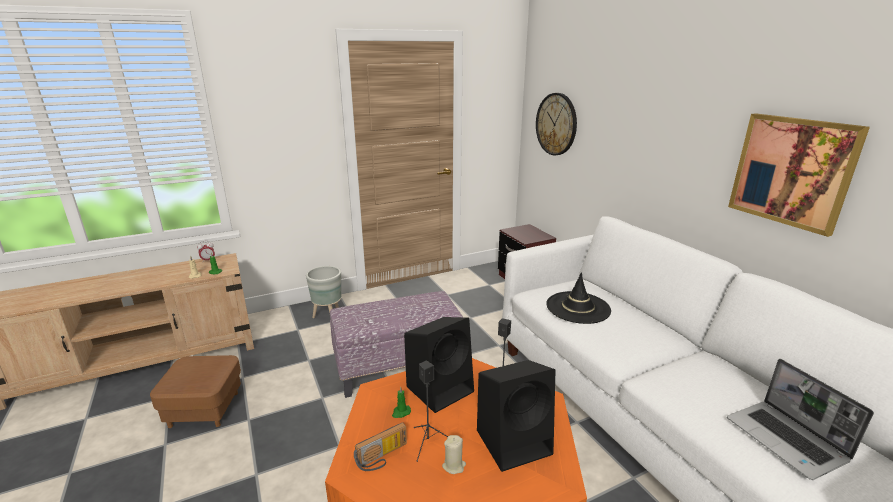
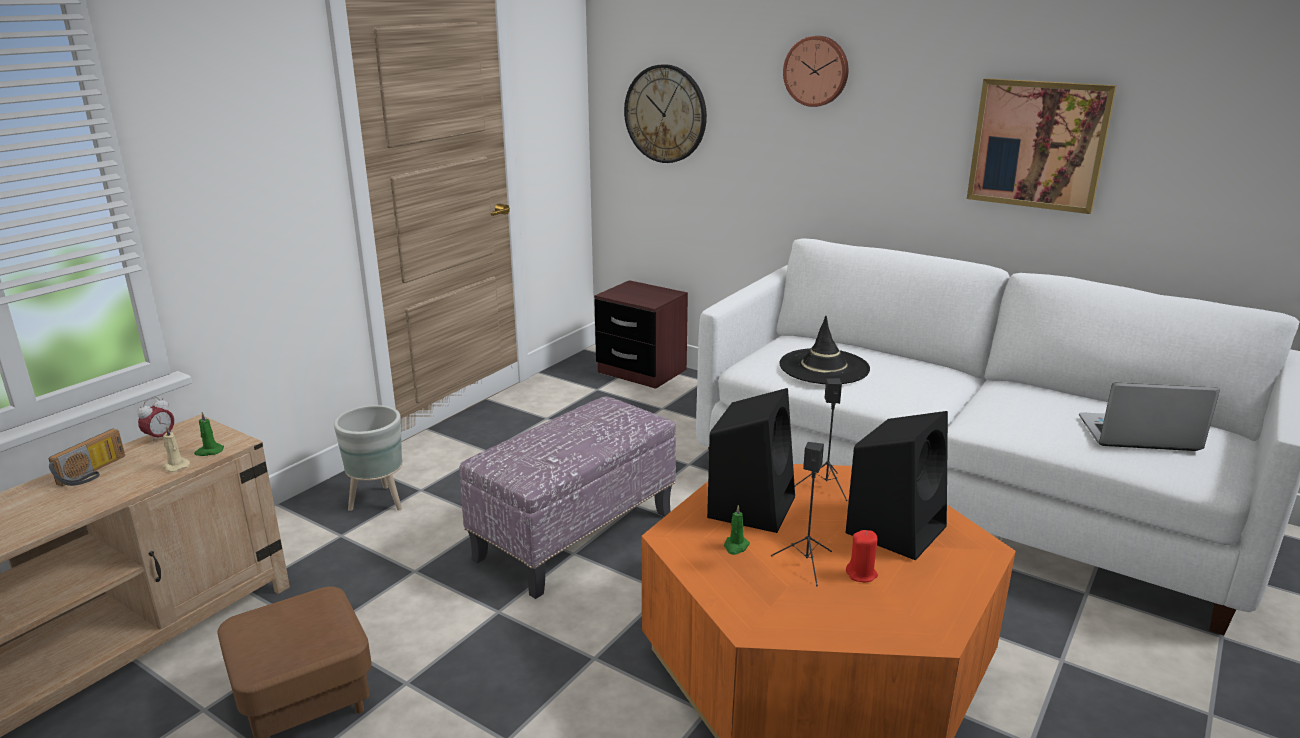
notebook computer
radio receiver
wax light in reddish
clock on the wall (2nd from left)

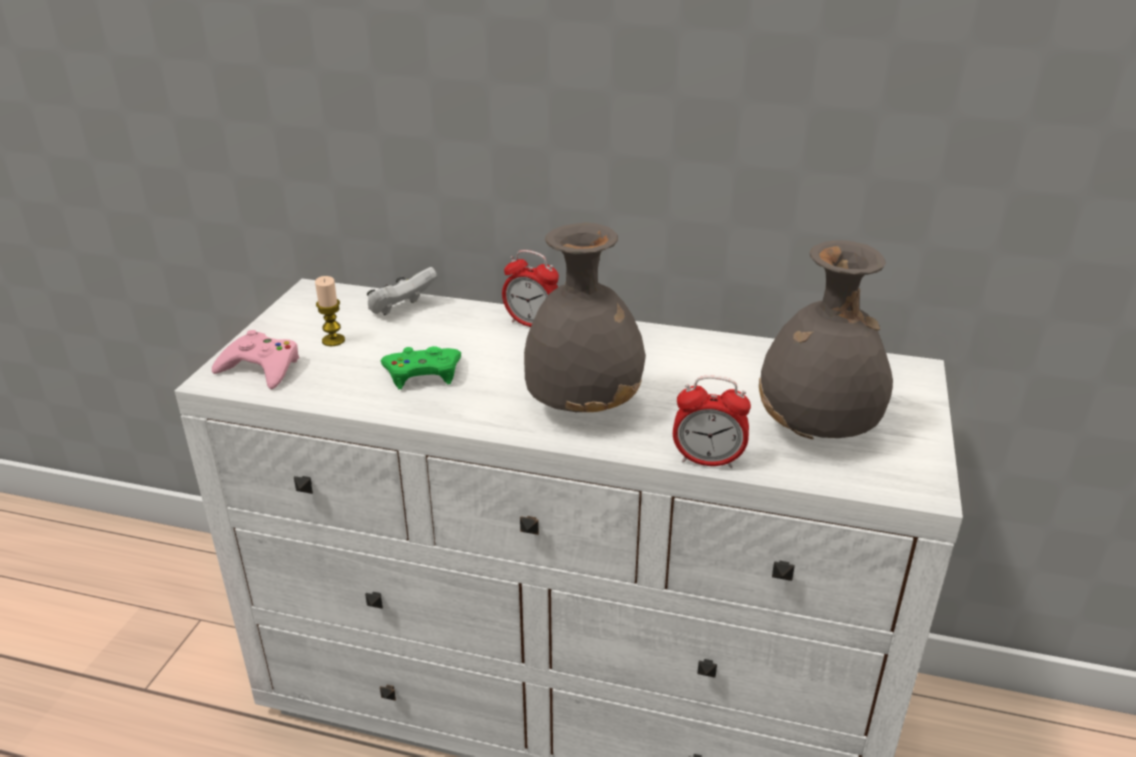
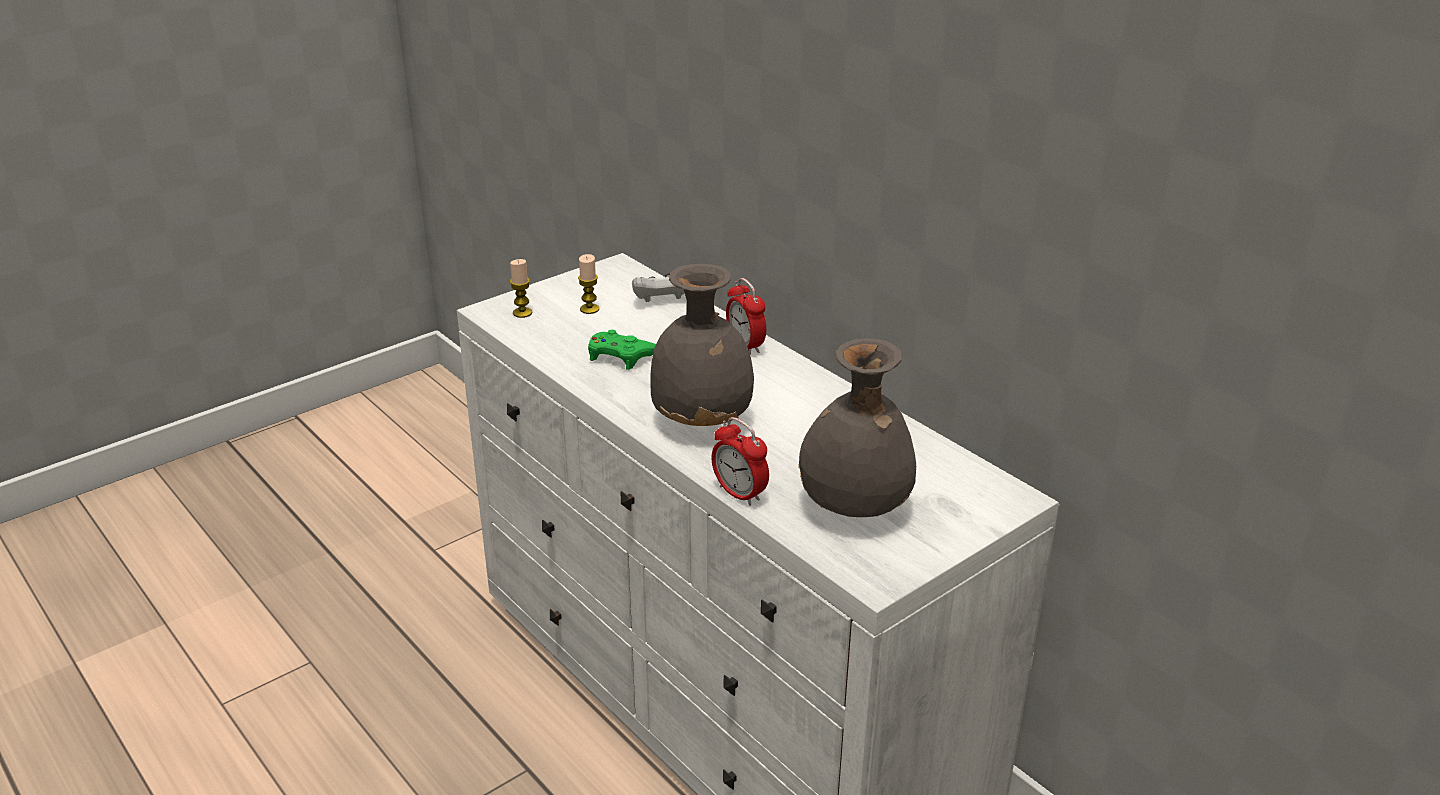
wax light (1st from left)

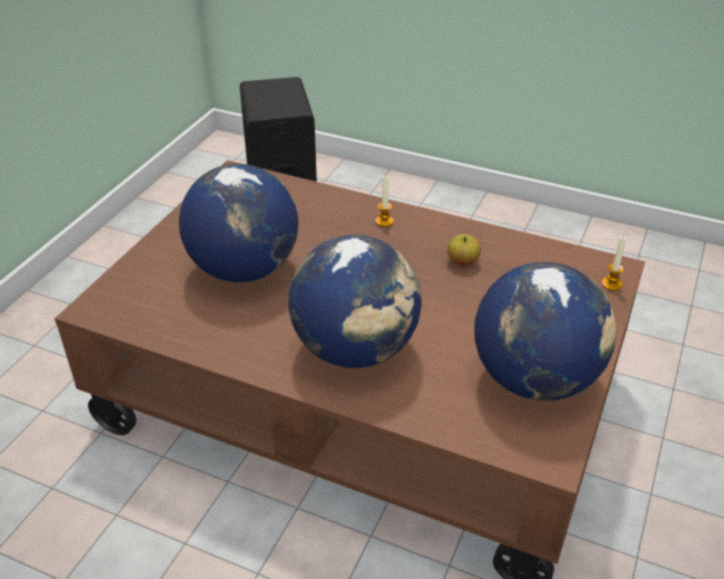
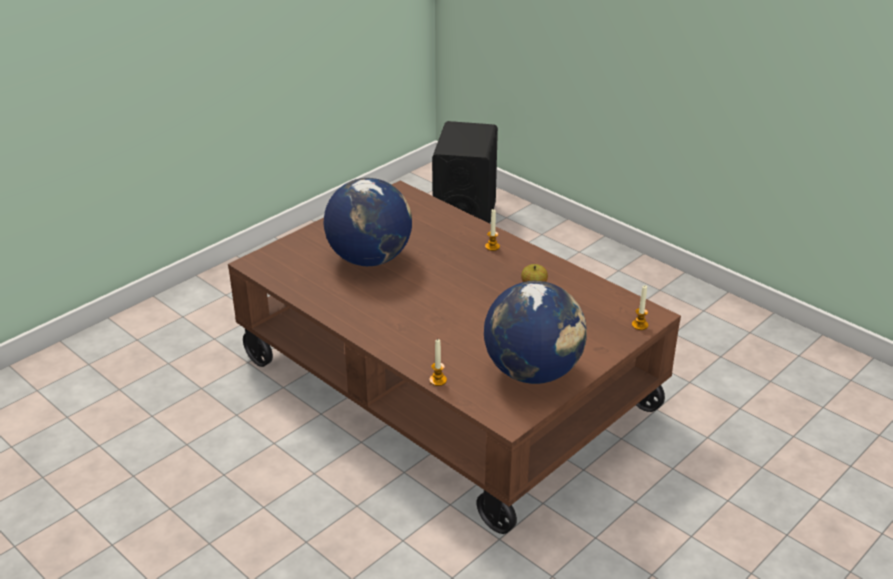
desk globe (2nd from left in the first image)
wax light (1st from left)

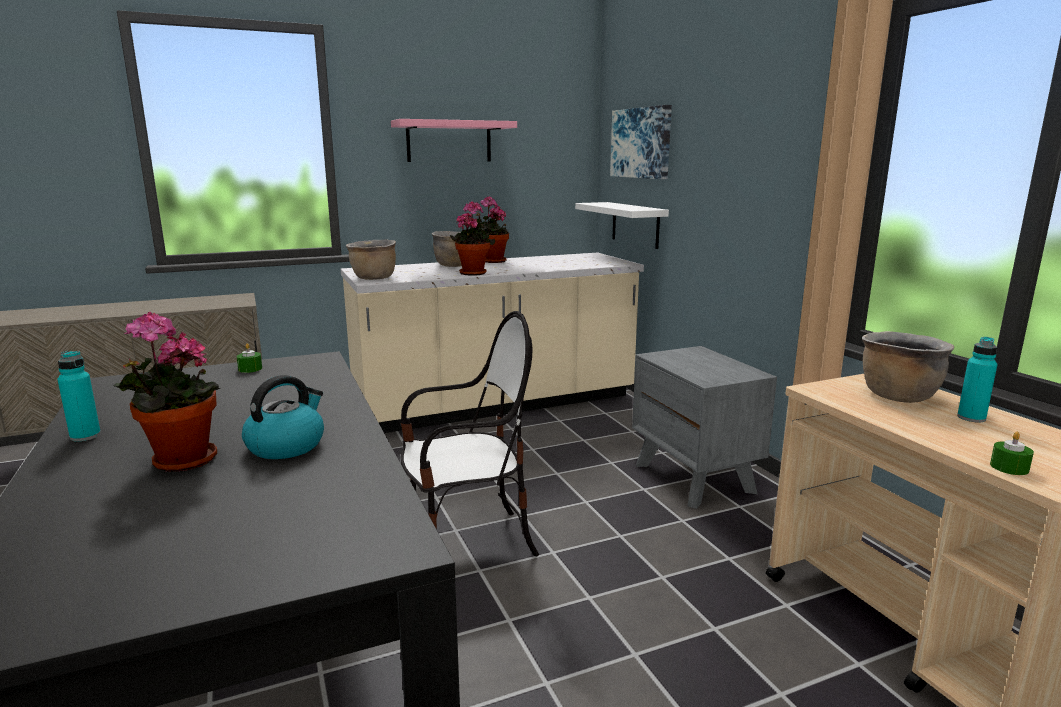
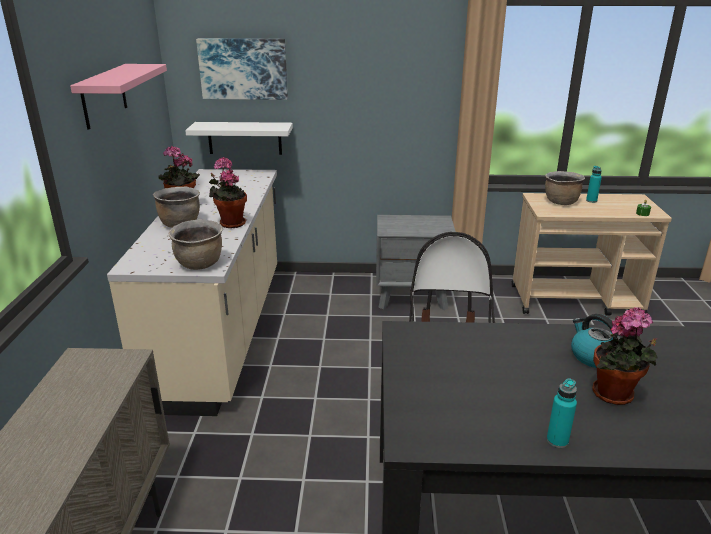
wax light in greenish (1st from left in the first image)

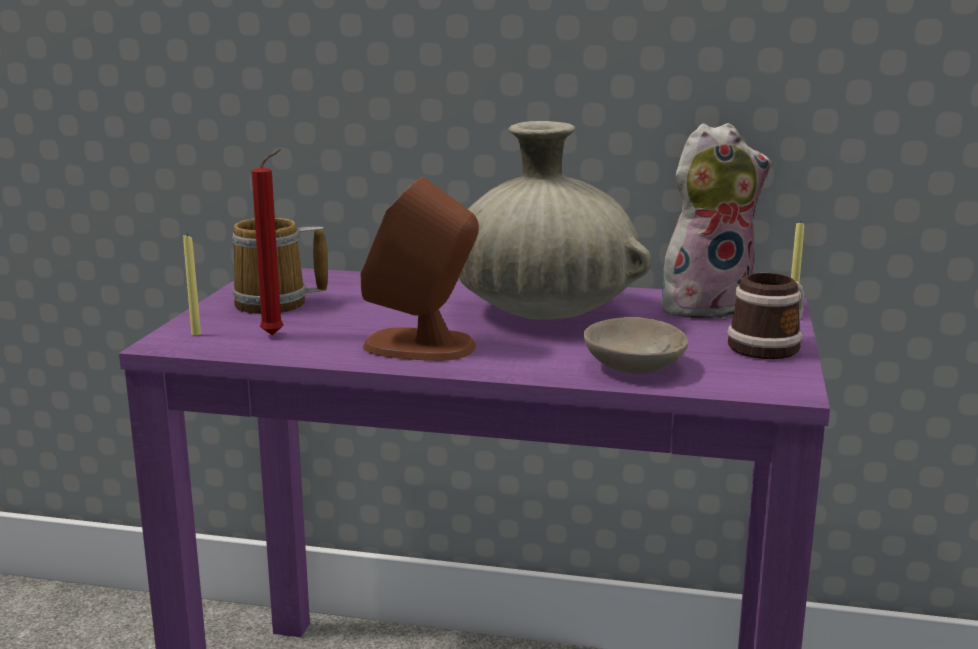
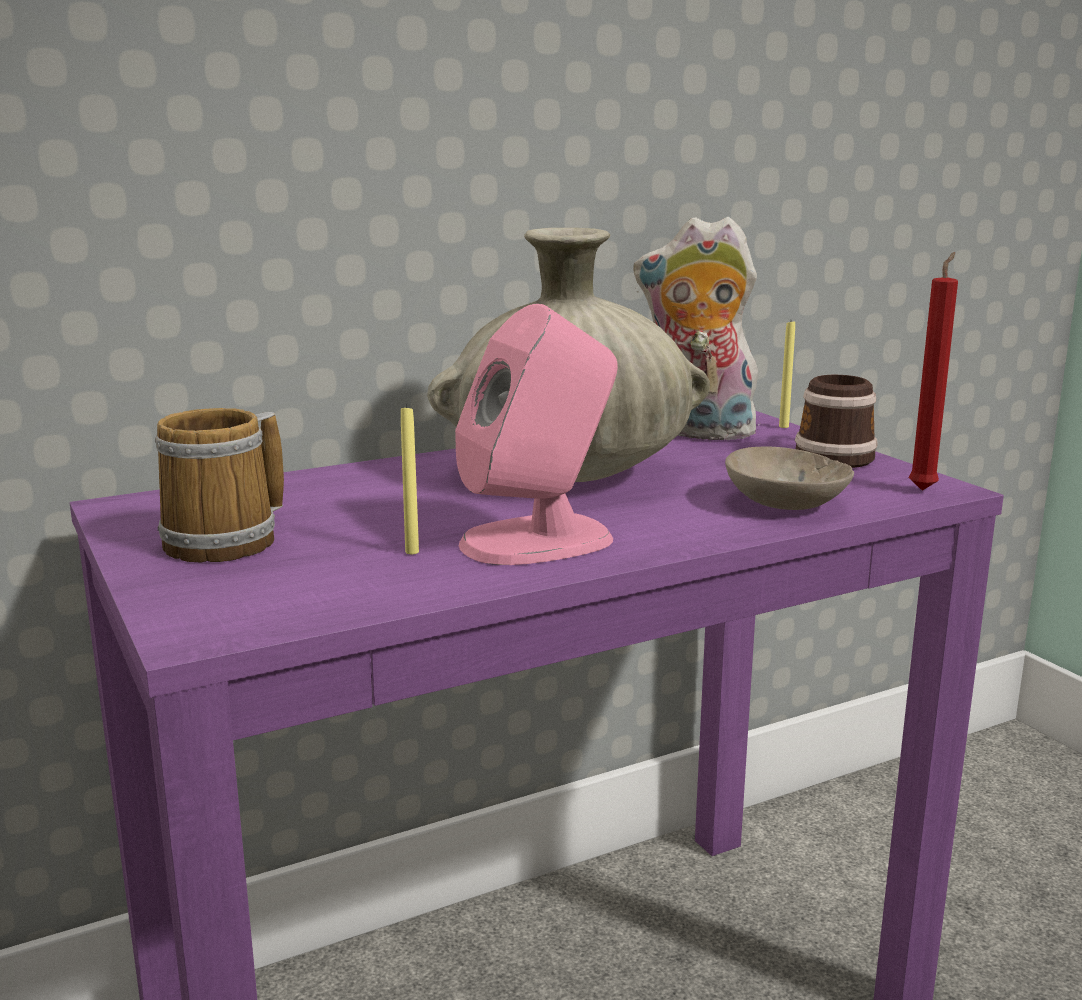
plush toy
wax light in reddish
audio speaker in pinkish
wax light in yellow (1st from left)

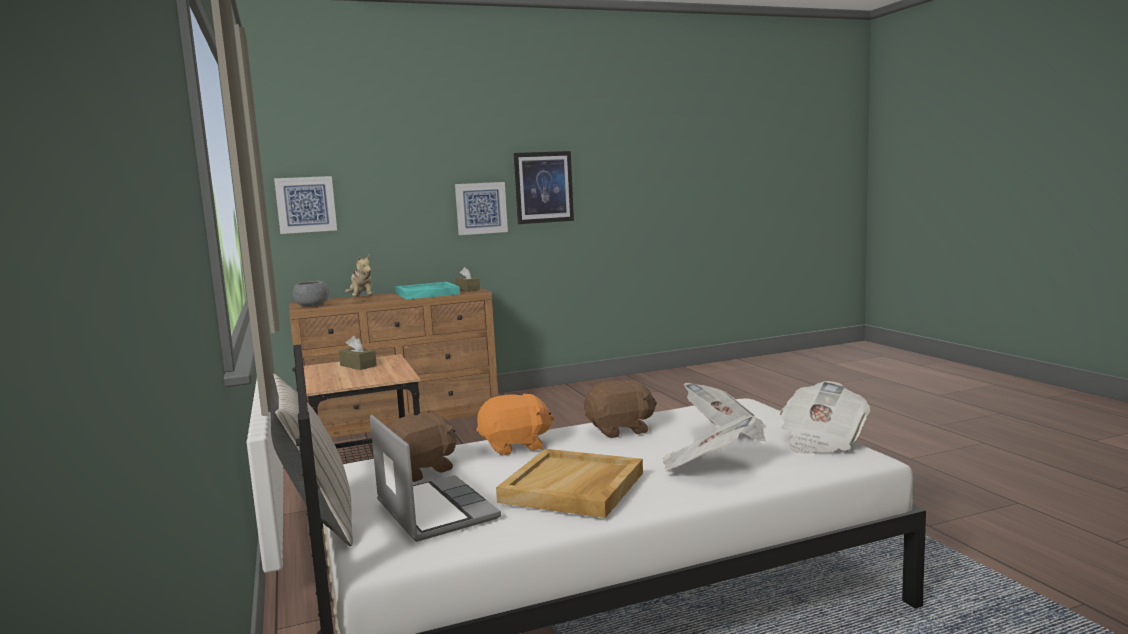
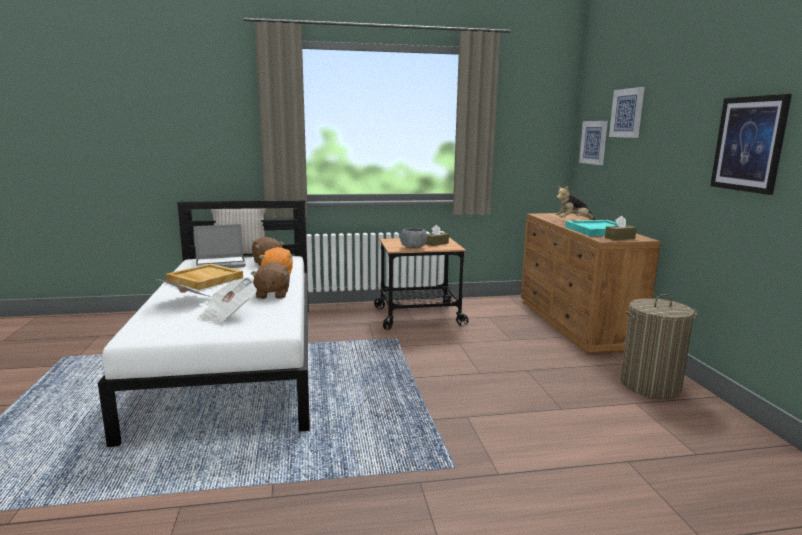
wall art (2nd from left)
deep dish in greyish
printed paper (3rd from left in the first image)
laundry basket

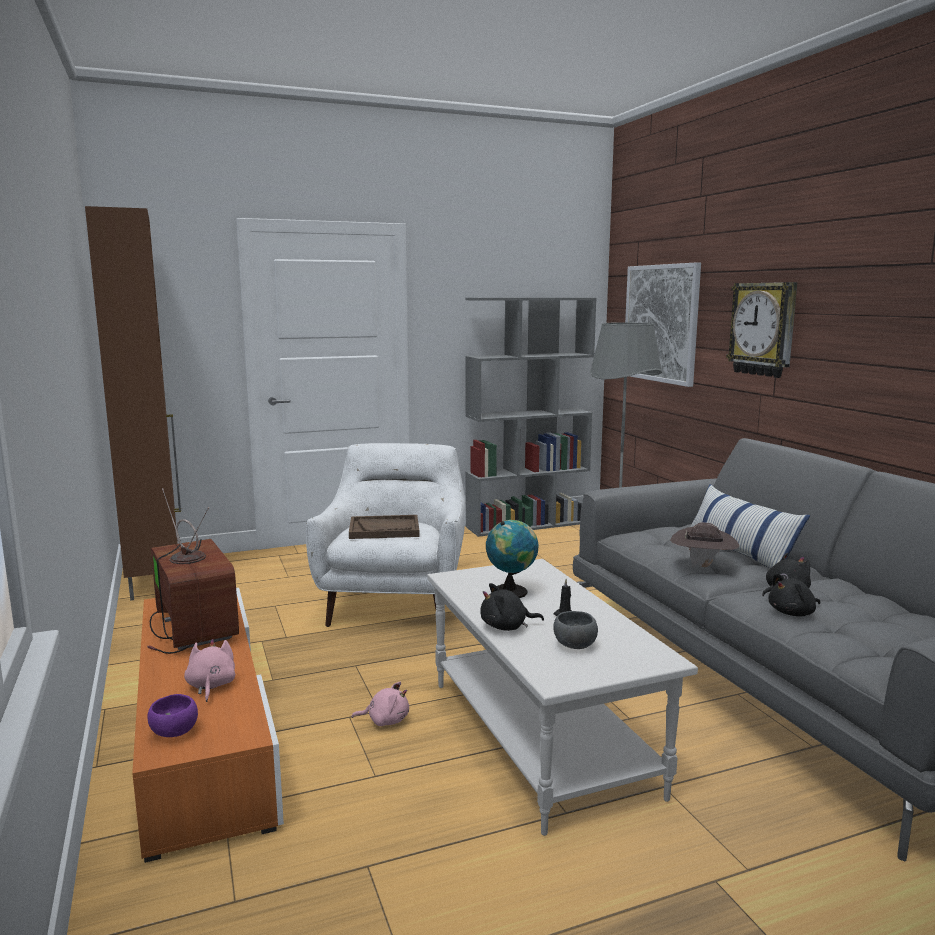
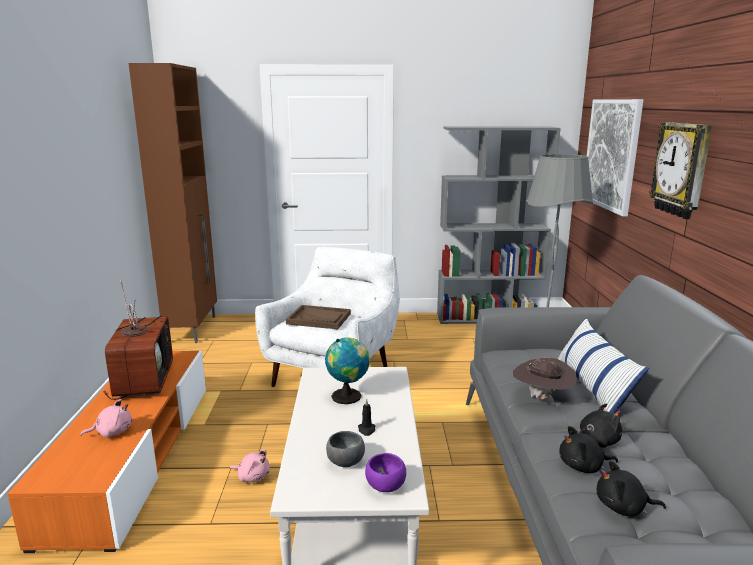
plush toy in black (3rd from left)
plush toy in pinkish (1st from left)
deep dish in purple

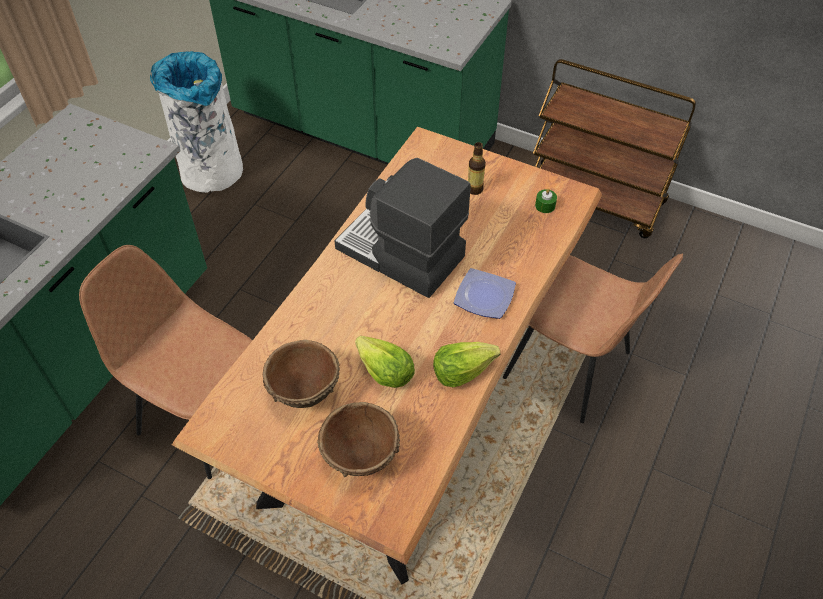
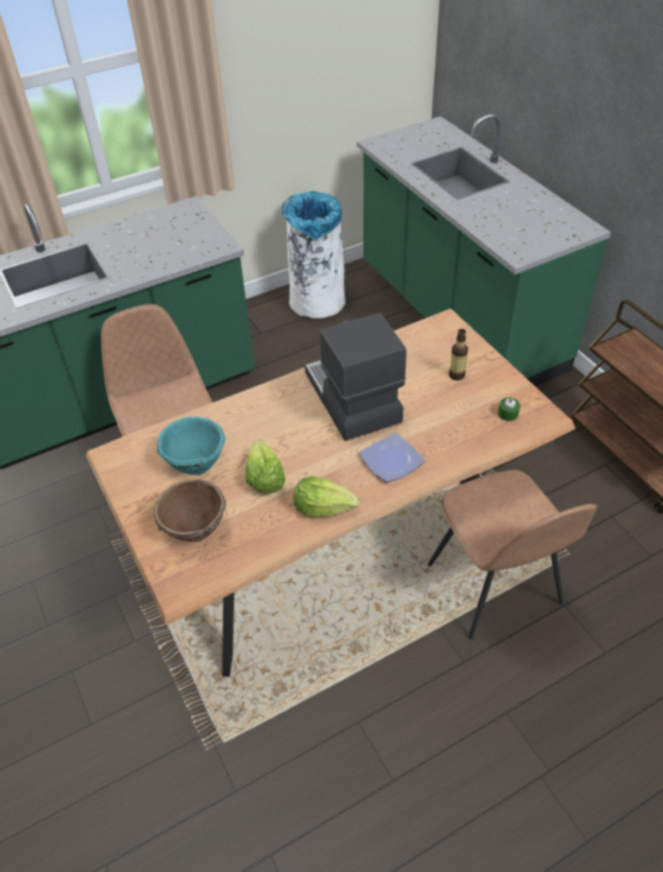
deep dish in blue-green

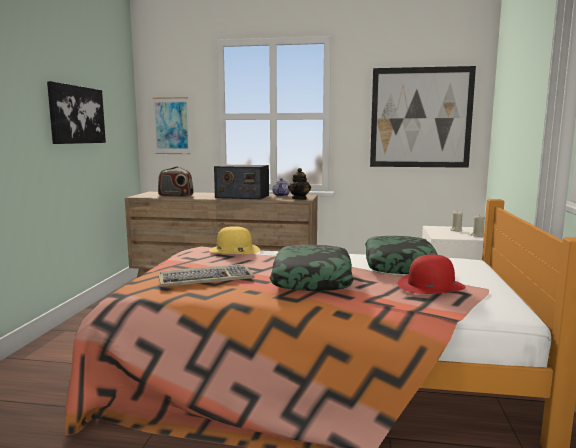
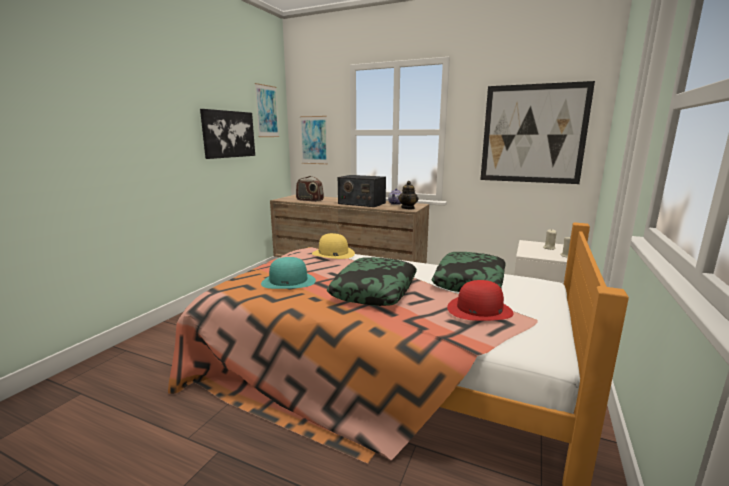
hat in blue-green
wall art (2nd from left)

